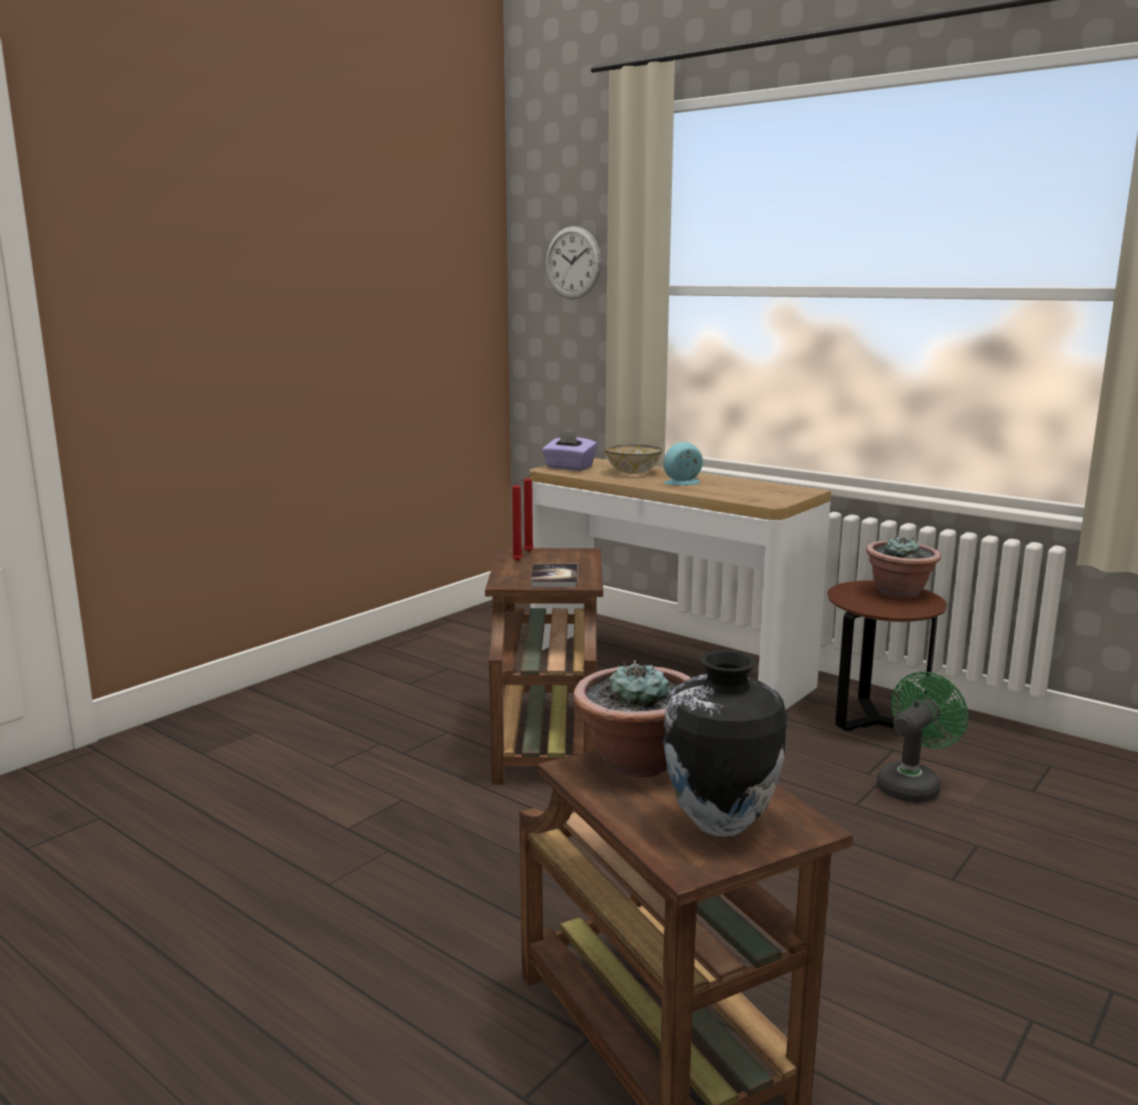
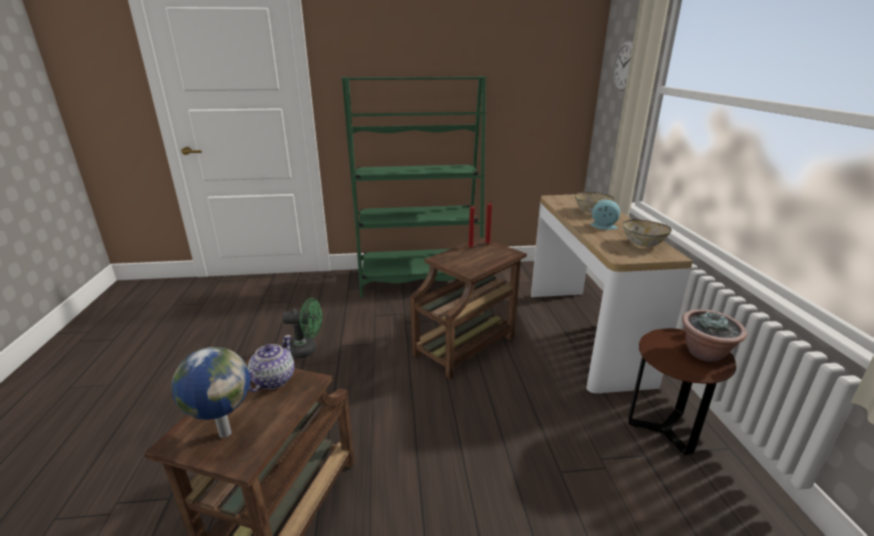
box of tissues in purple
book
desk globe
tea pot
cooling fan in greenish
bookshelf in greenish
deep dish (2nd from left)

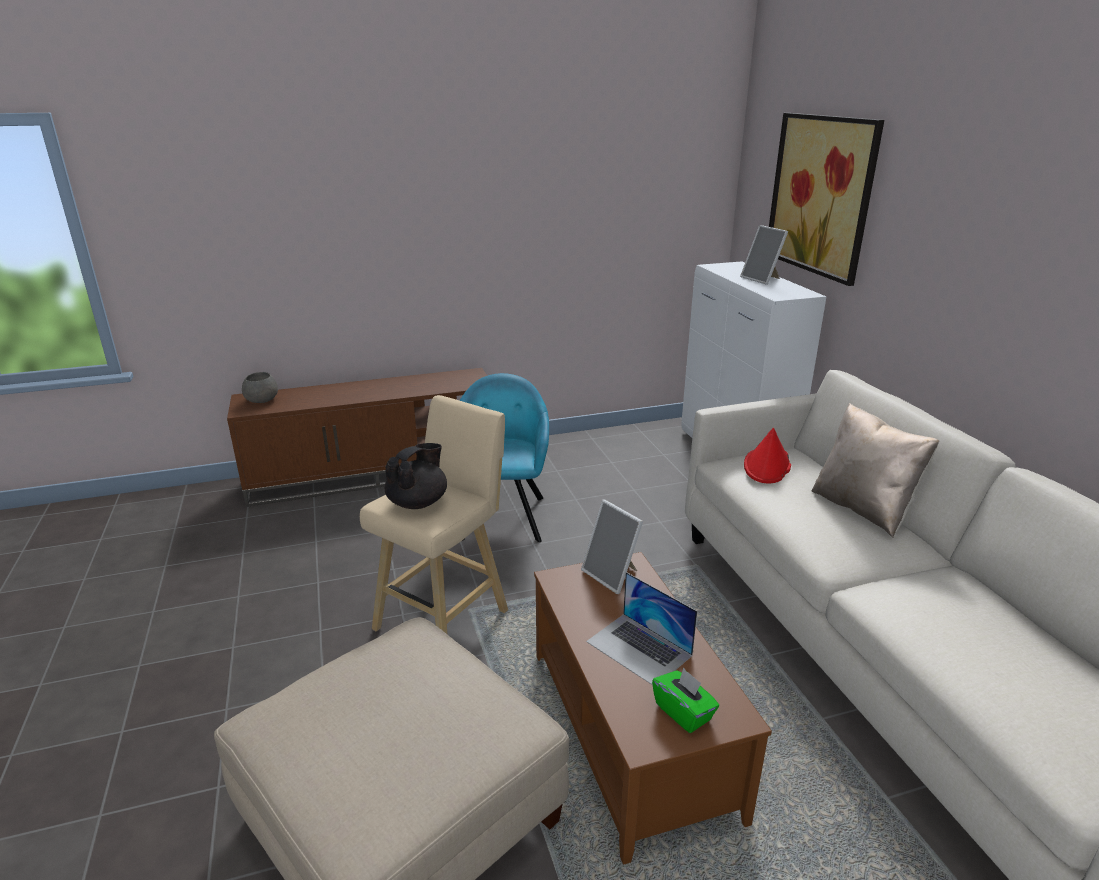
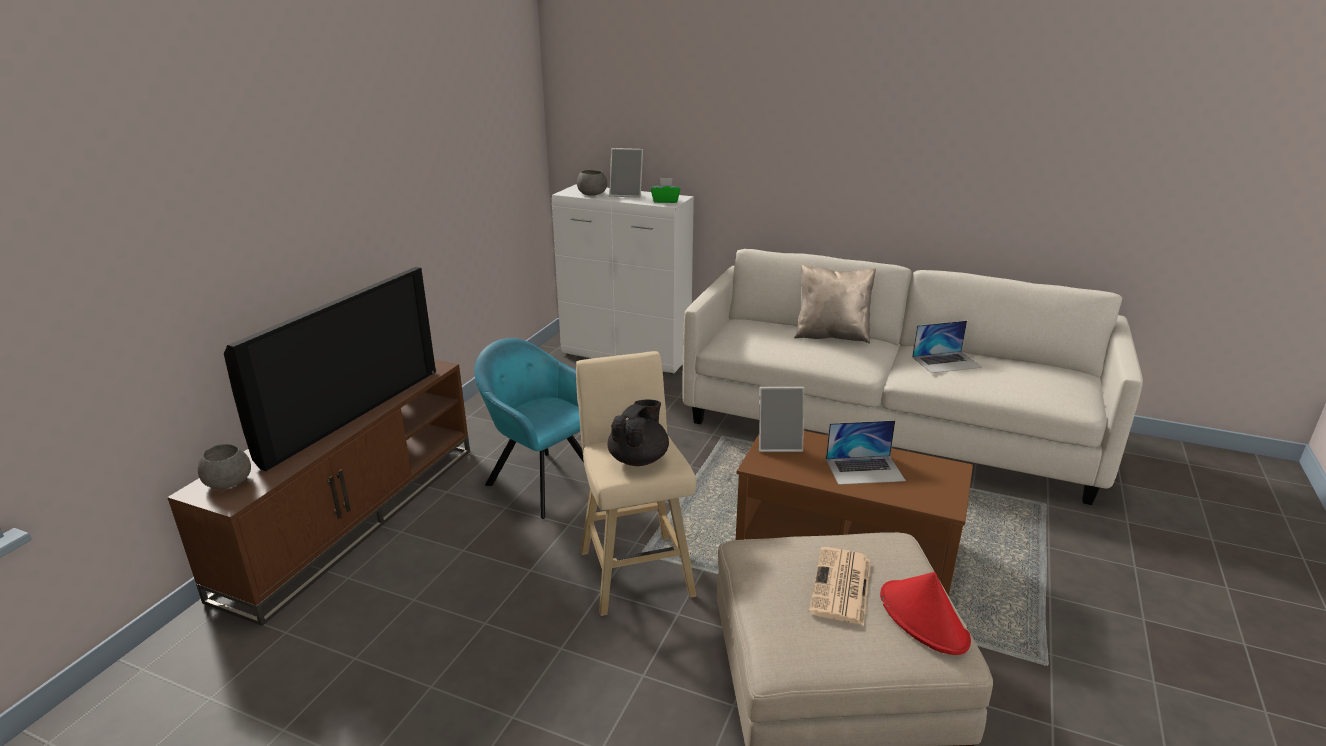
wall art
hat in reddish
tea pot in black
box of tissues in greenish
deep dish in greyish (2nd from left)
television
notebook computer (2nd from left)
printed paper

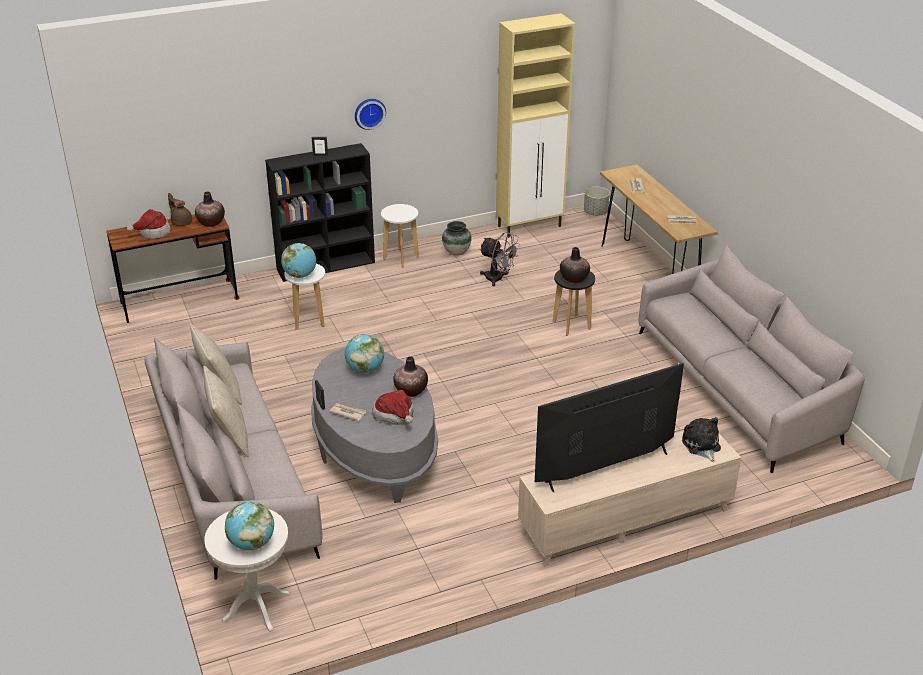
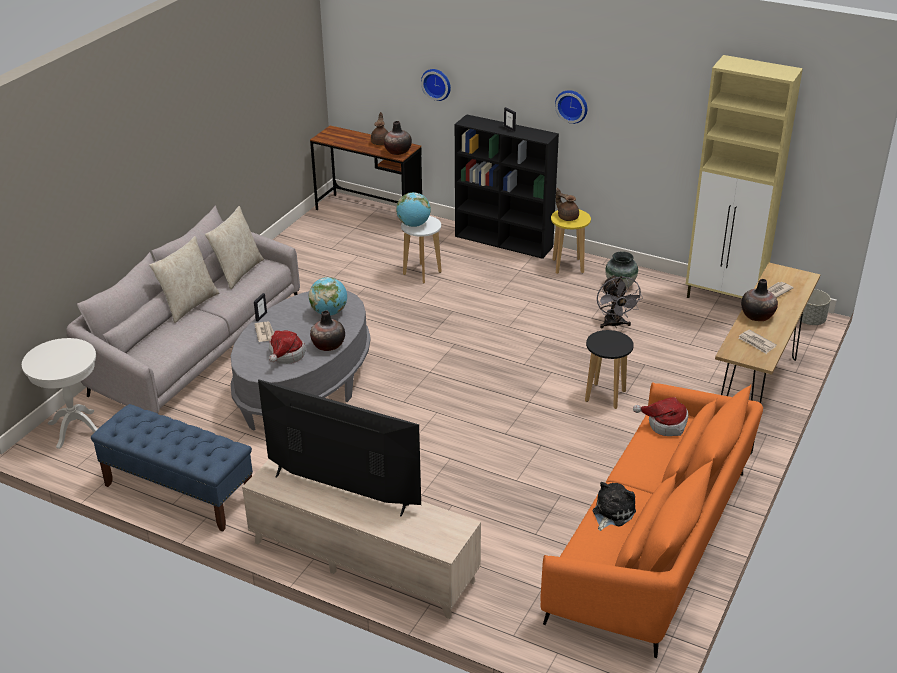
stool seat in yellow
hat (2nd from left)
couch in orangey
vase (4th from left)
plush toy
desk globe (1st from left in the first image)
clock on the wall (1st from left)
tea pot in brown (2nd from left)
long seat in bluish

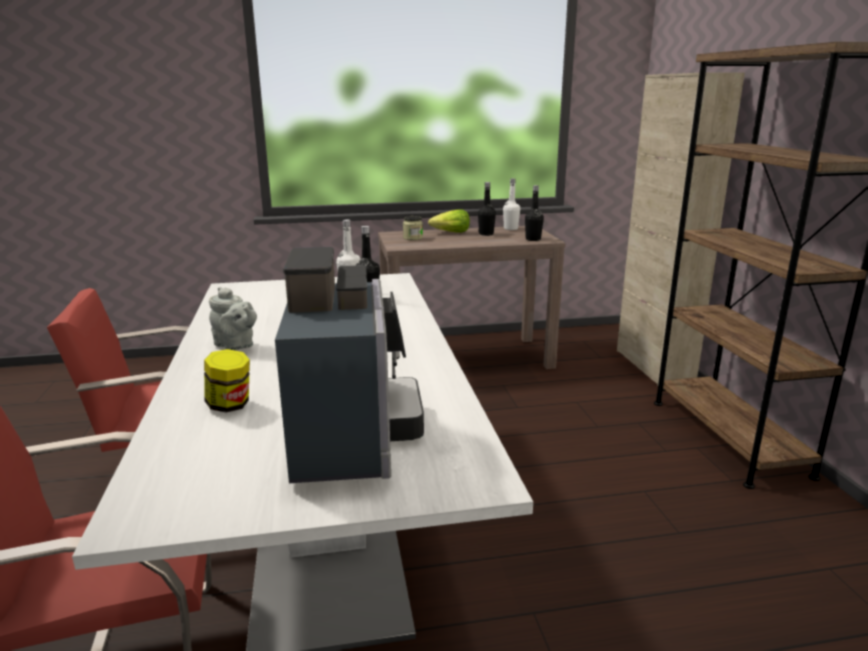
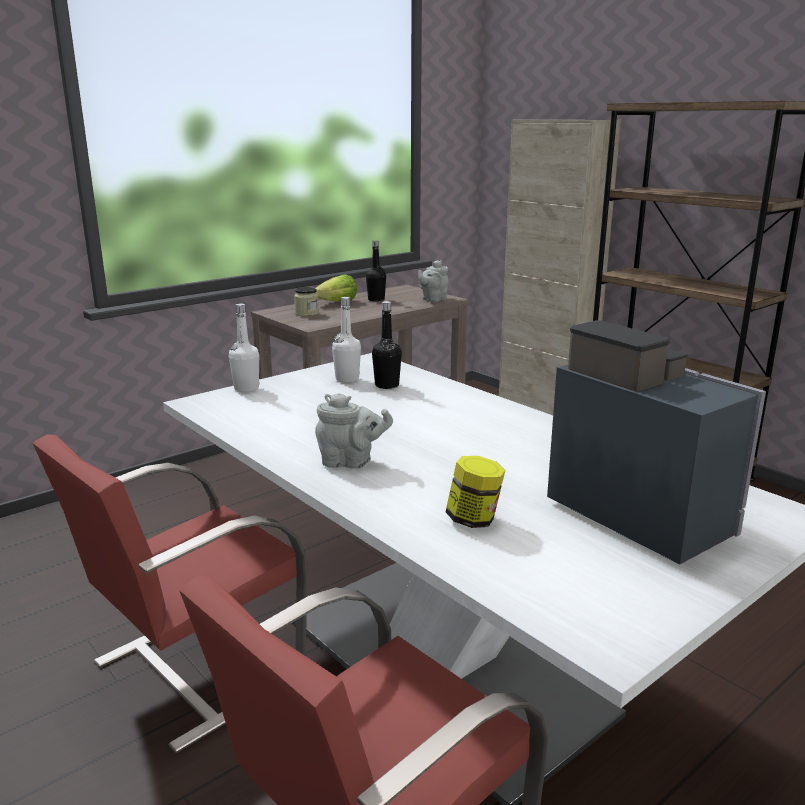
beverage bottle in white-coloured (1st from left)
tea pot in greyish (2nd from left)

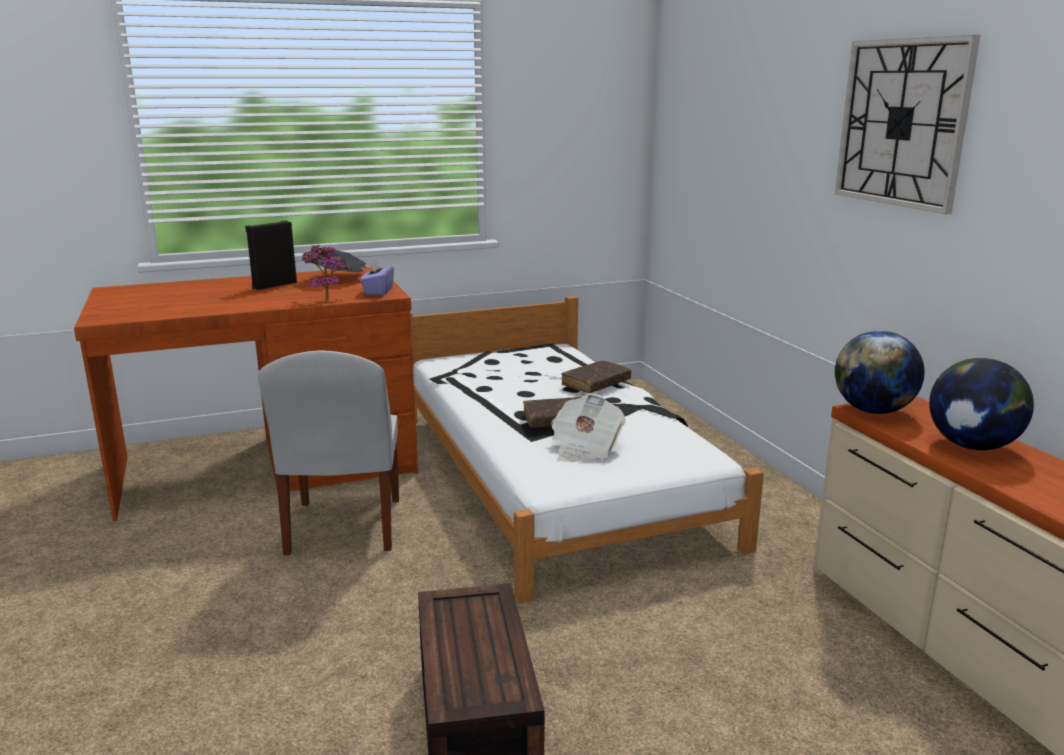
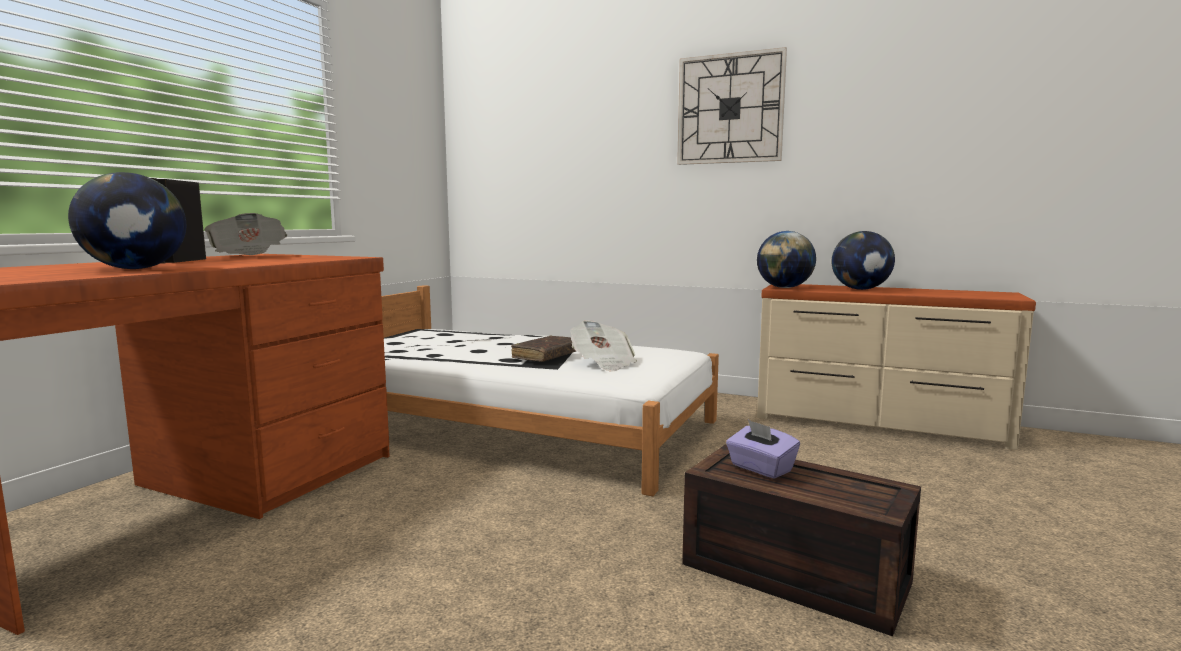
houseplant
box of tissues in purple
upright chair in white-coloured
book in brown (2nd from left in the first image)
desk globe (1st from left)

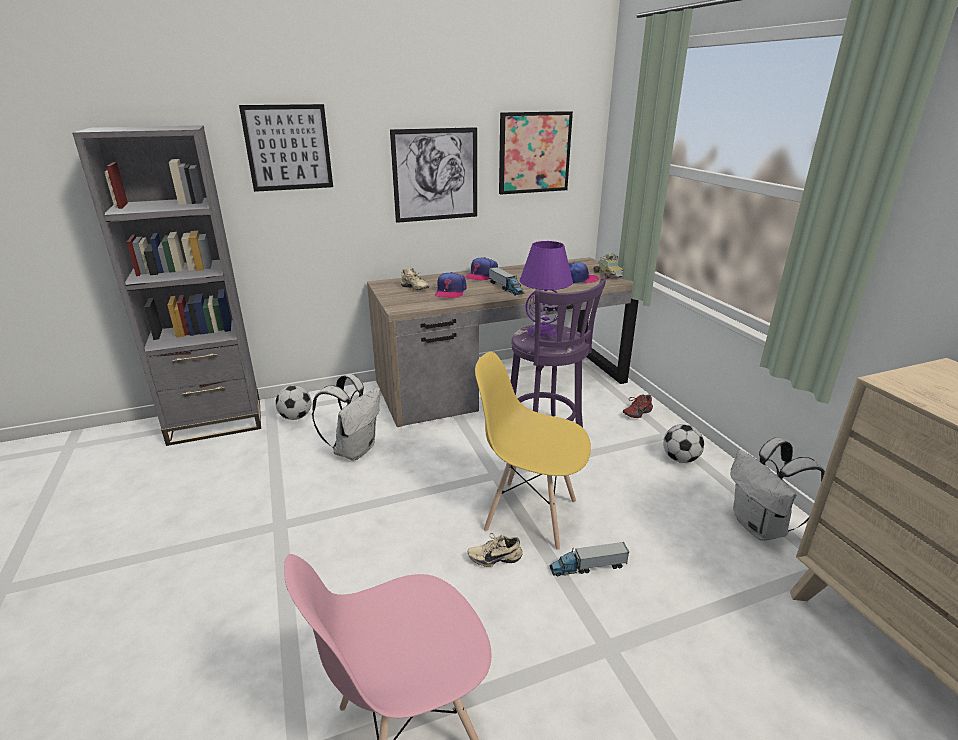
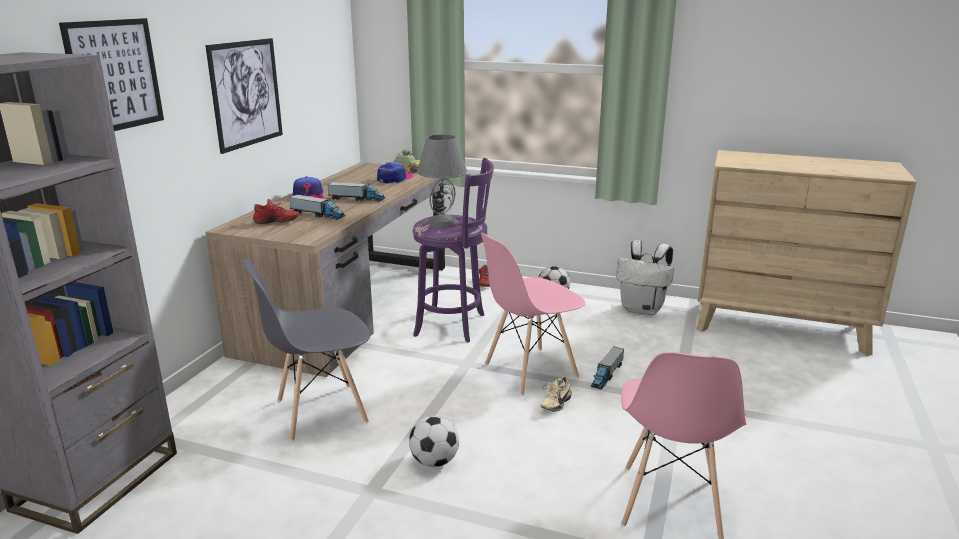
wall art (3rd from left in the first image)
table lamp in greyish
item of footwear in reddish (1st from left)
model truck (1st from left)
upright chair in pinkish (1st from left)
upright chair in greyish
ball for football (1st from left)

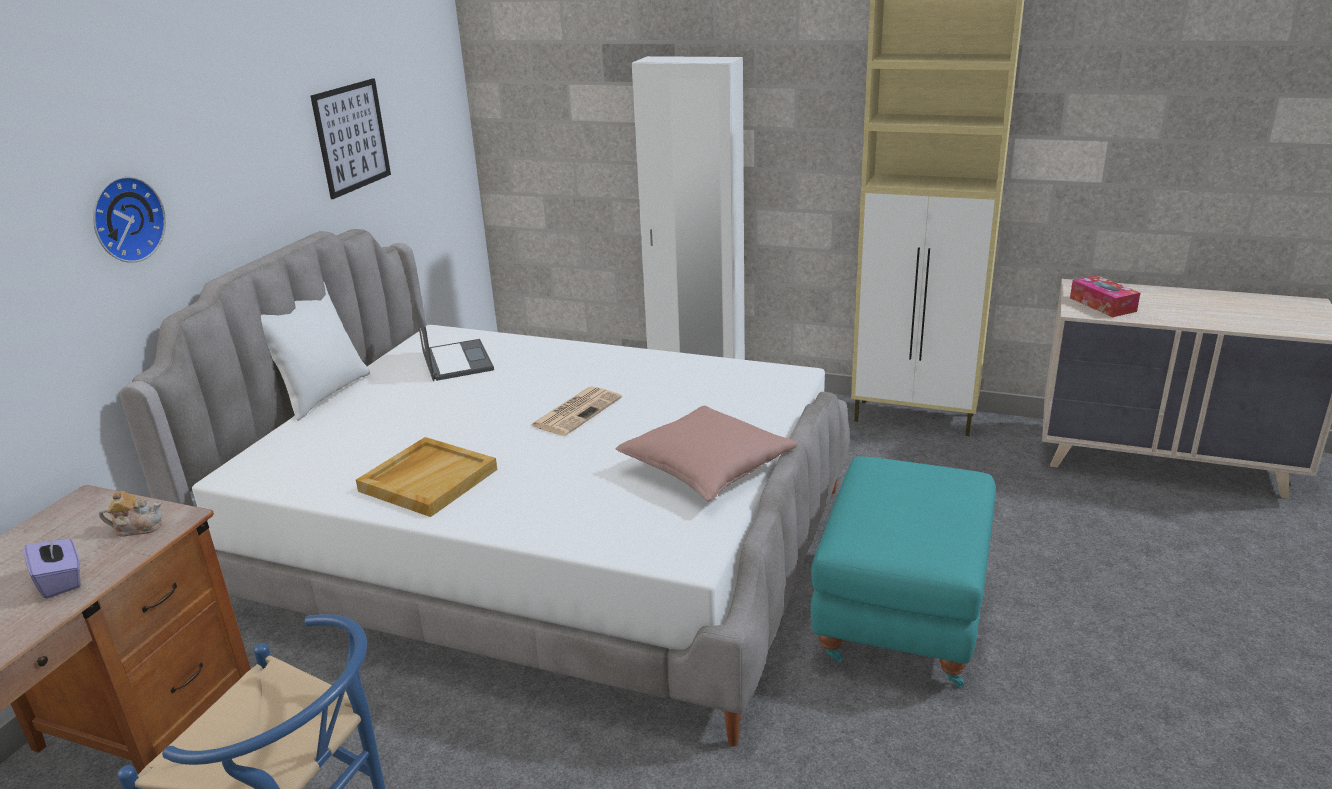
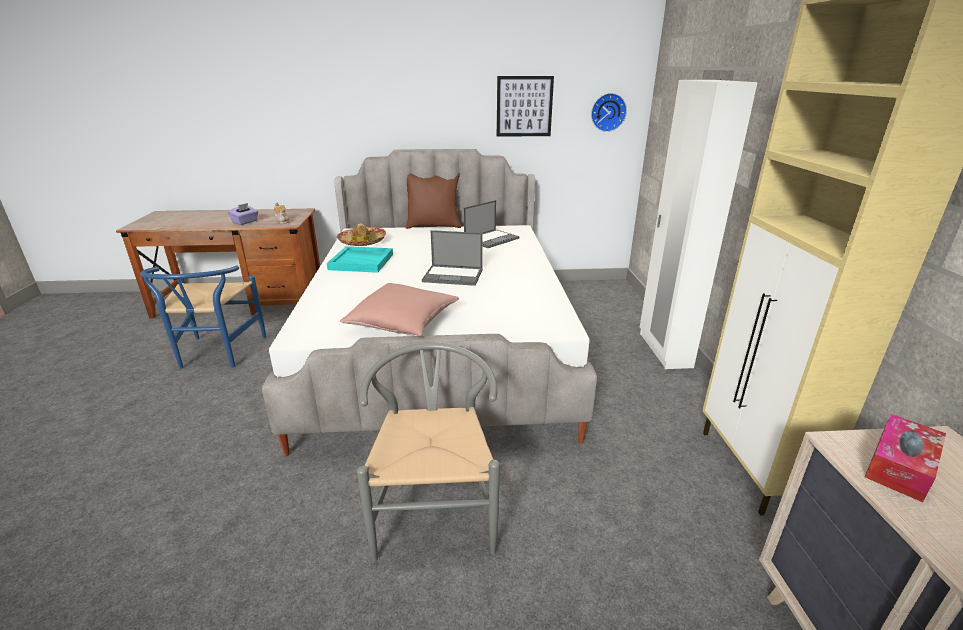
clock on the wall
pillow in brown
notebook computer (1st from left)
serving tray in blue-green
upright chair in greyish
hat

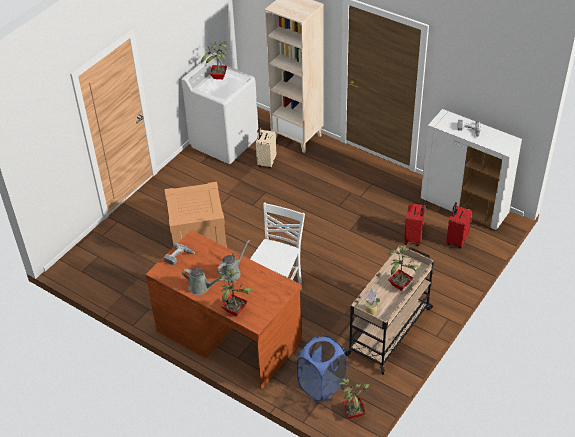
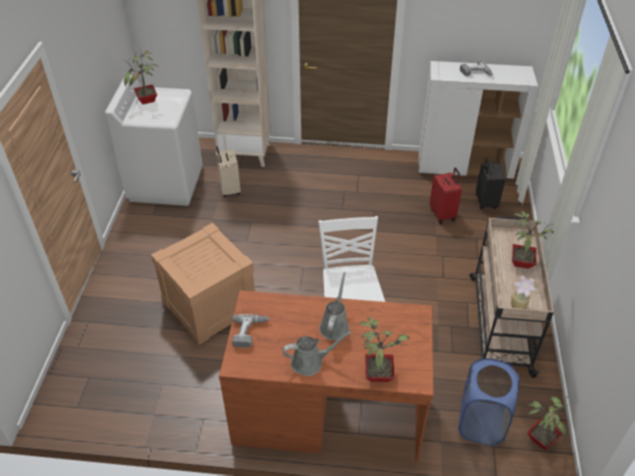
piece of luggage in black

